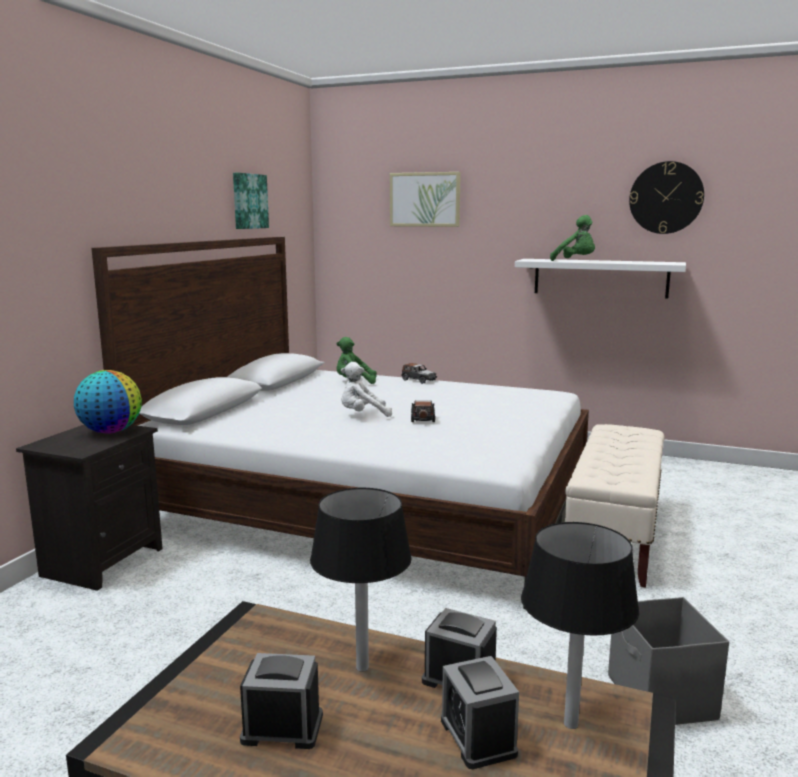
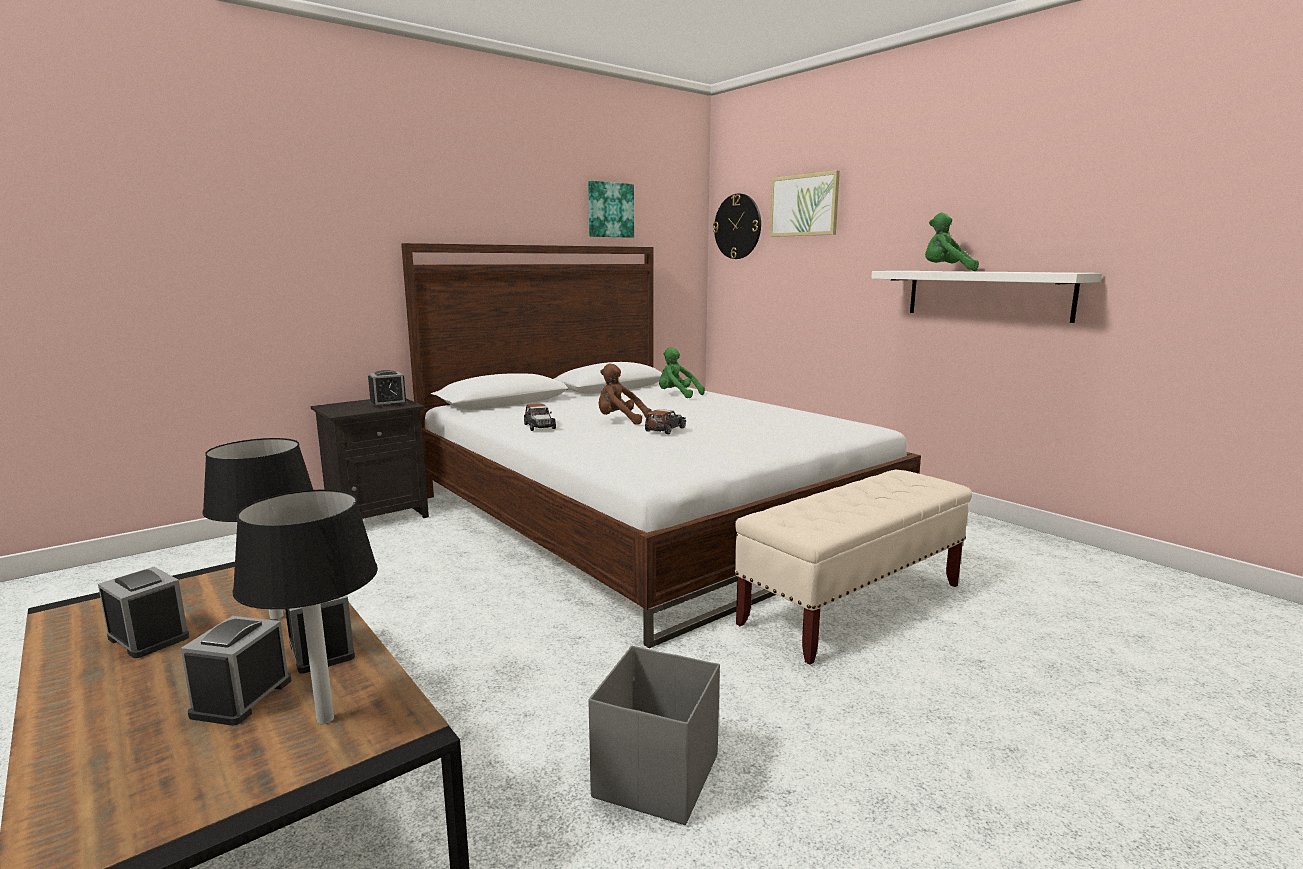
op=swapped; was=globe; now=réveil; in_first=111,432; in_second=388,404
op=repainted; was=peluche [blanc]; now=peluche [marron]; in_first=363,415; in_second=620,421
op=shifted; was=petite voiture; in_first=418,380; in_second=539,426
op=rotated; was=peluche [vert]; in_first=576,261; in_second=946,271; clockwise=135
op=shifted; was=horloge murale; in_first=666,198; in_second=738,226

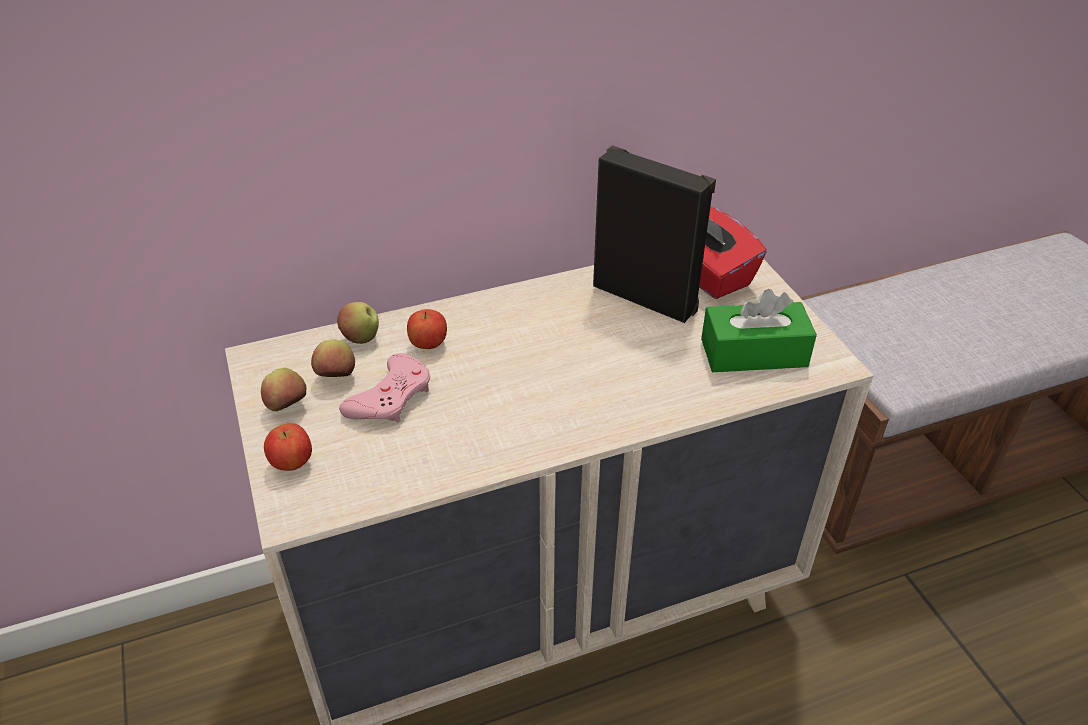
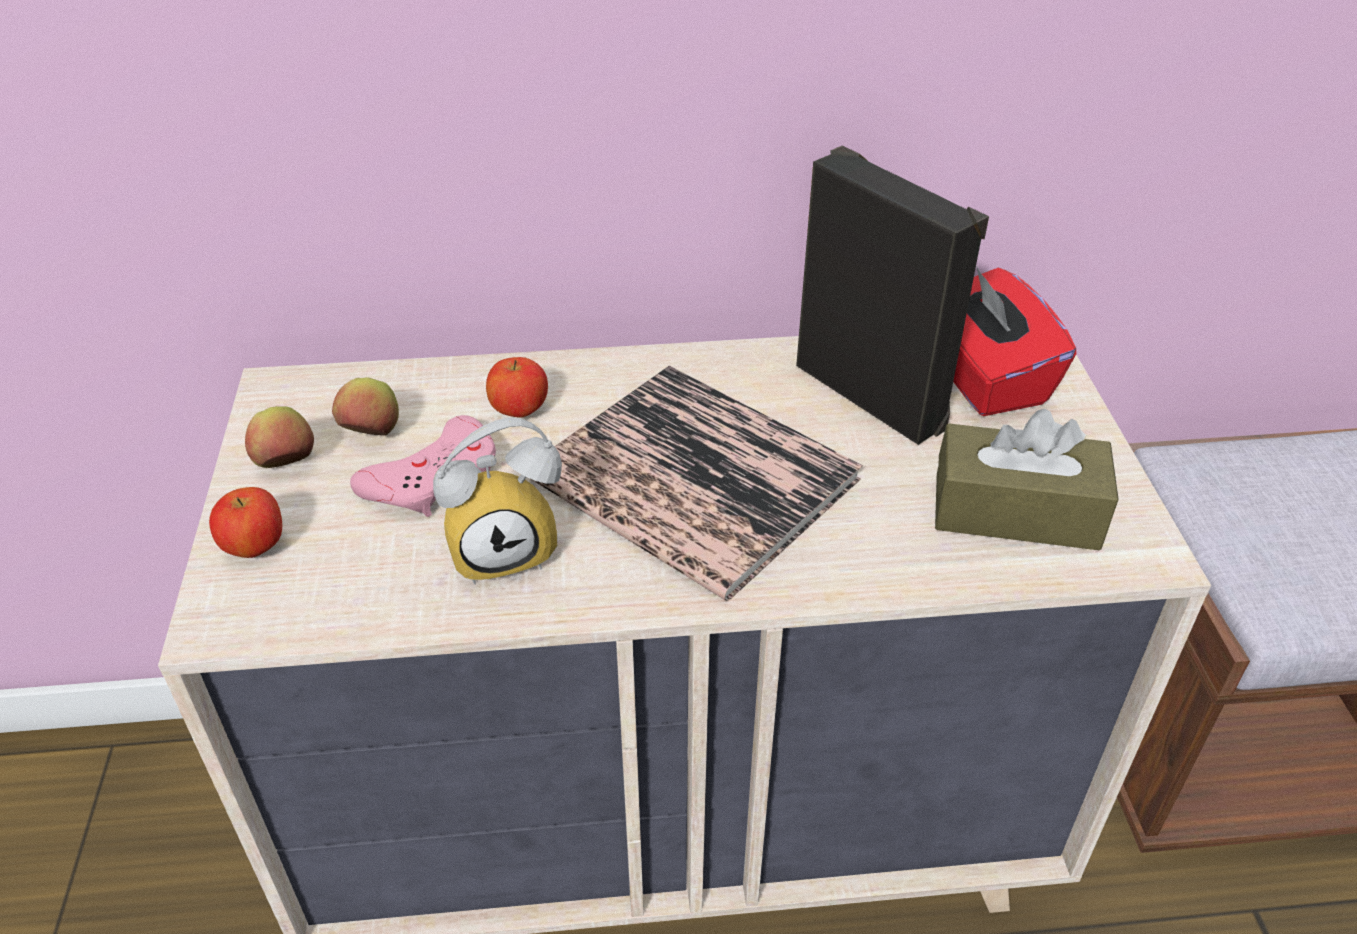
op=gone; was=pomme; in_first=361,338
op=repainted; was=boîte à mouchoirs [vert]; now=boîte à mouchoirs [marron]; in_first=753,353; in_second=1015,511
op=new; now=réveil; in_second=506,548
op=new; now=livre; in_second=693,480

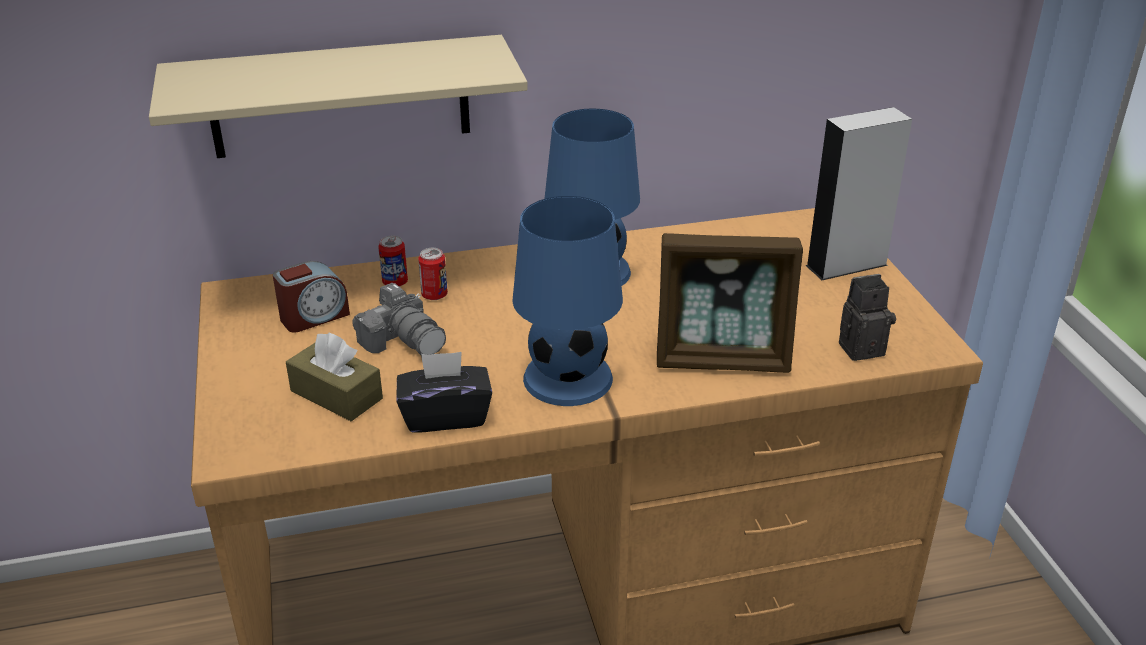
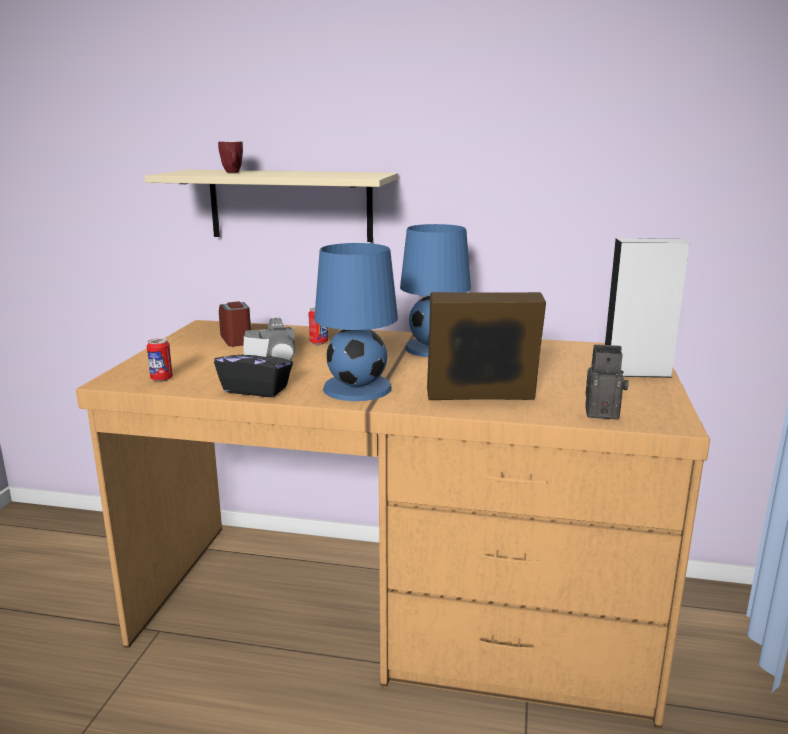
op=rotated; was=réveil; in_first=314,317; in_second=236,340; clockwise=-105
op=gone; was=boîte à mouchoirs [marron]; in_first=336,395
op=shifted; was=boîte métallique; in_first=395,283; in_second=161,379
op=rotated; was=cadre photo; in_first=722,359; in_second=480,399; clockwise=150
op=new; now=mug; in_second=233,172

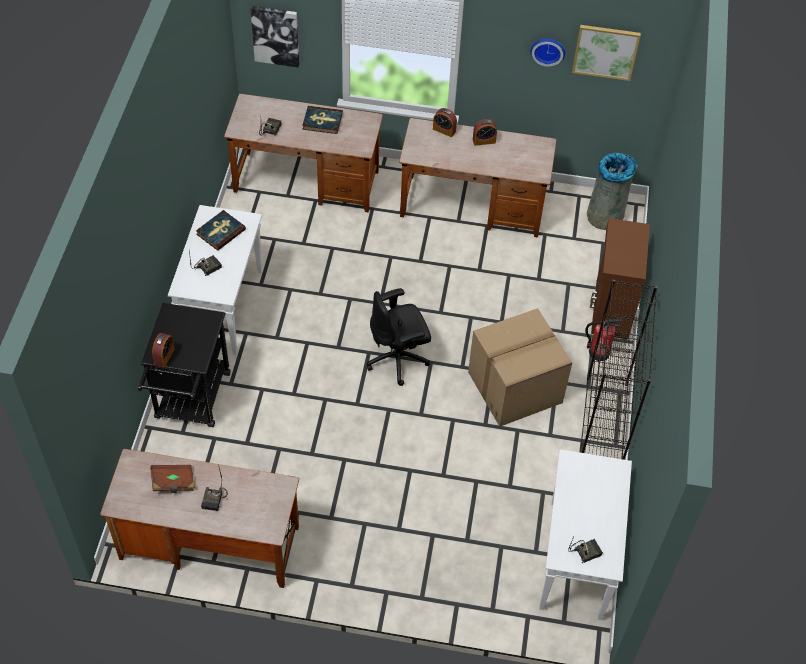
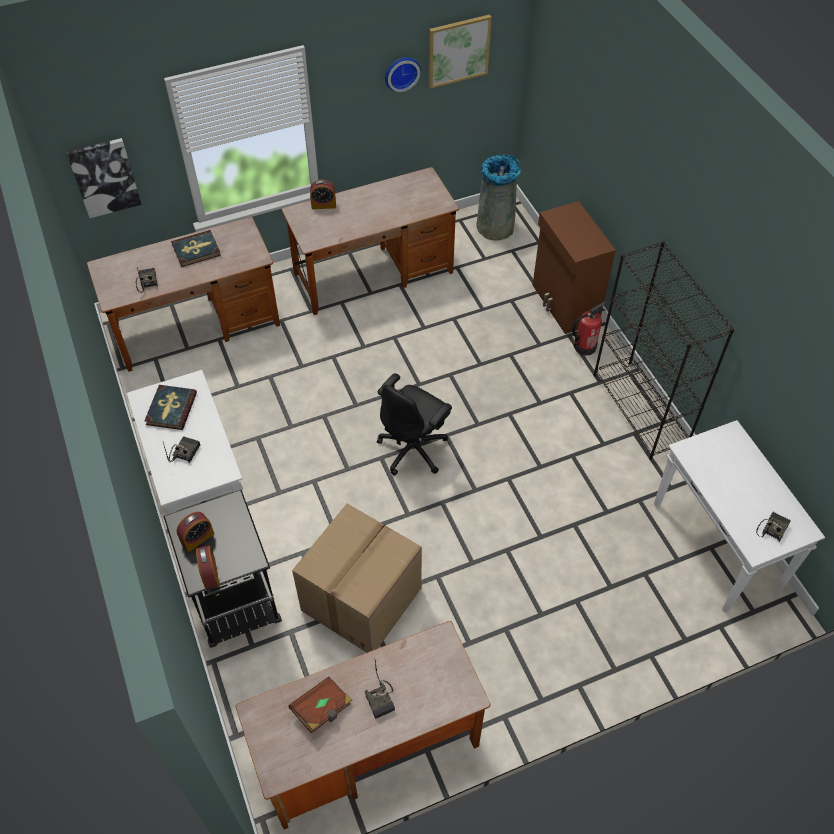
op=shifted; was=carton; in_first=514,388; in_second=362,601
op=shifted; was=réveil; in_first=484,141; in_second=197,538

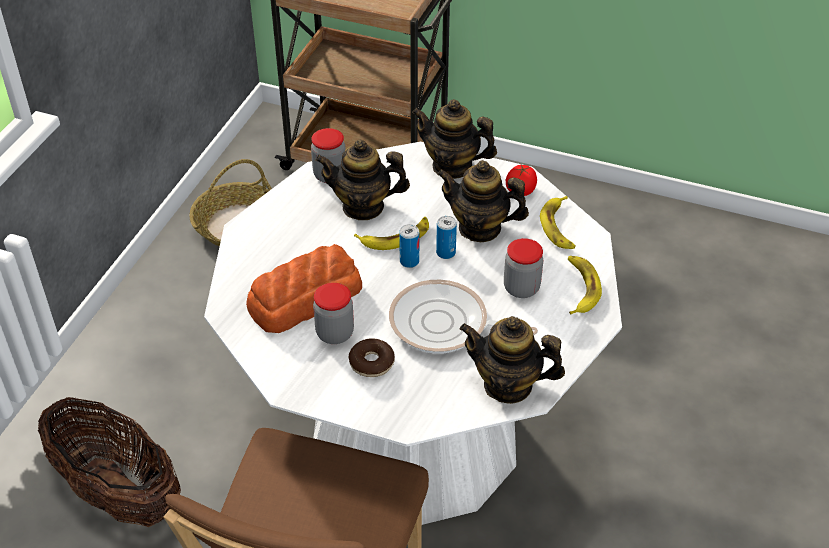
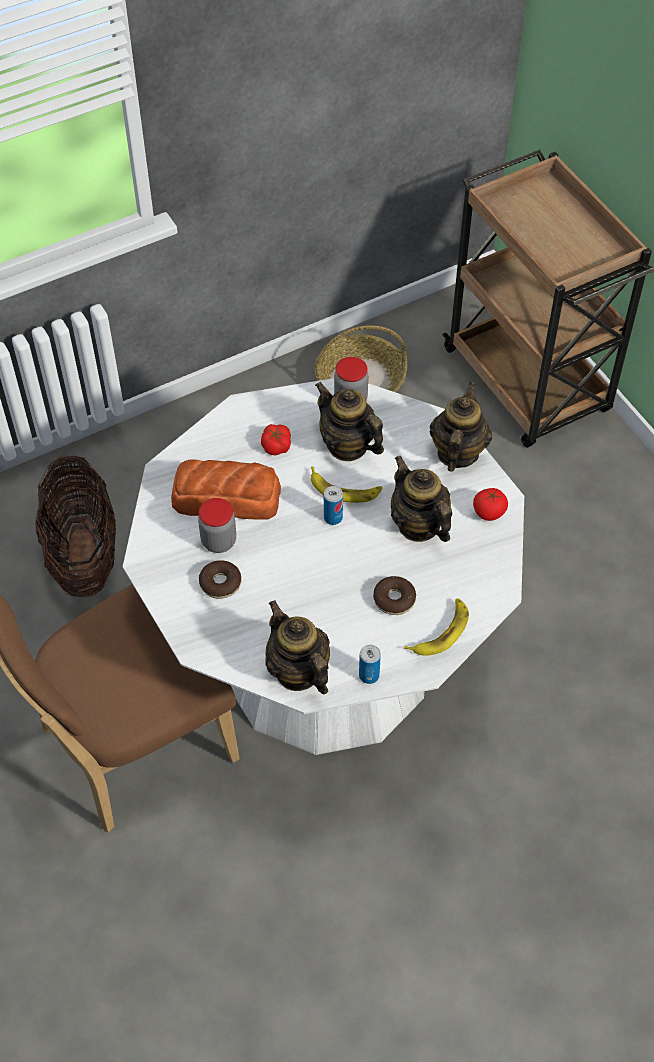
op=gone; was=poêle; in_first=444,325
op=rotated; was=théière; in_first=452,166; in_second=457,453; clockwise=45
op=shifted; was=boîte métallique; in_first=446,253; in_second=369,675
op=swapped; was=bocal; now=beignet; in_first=521,288; in_second=394,599
op=gone; was=banane; in_first=559,227
op=new; now=tomate; in_second=276,445

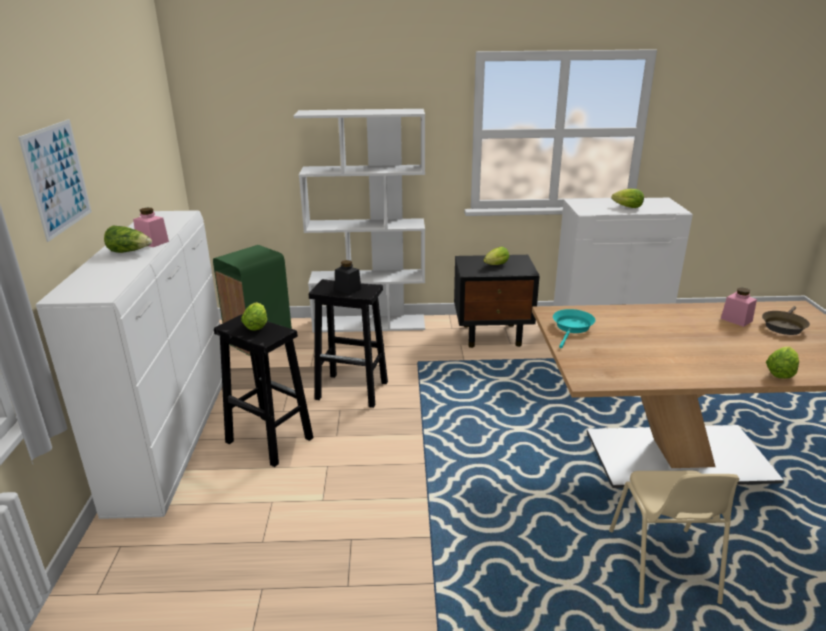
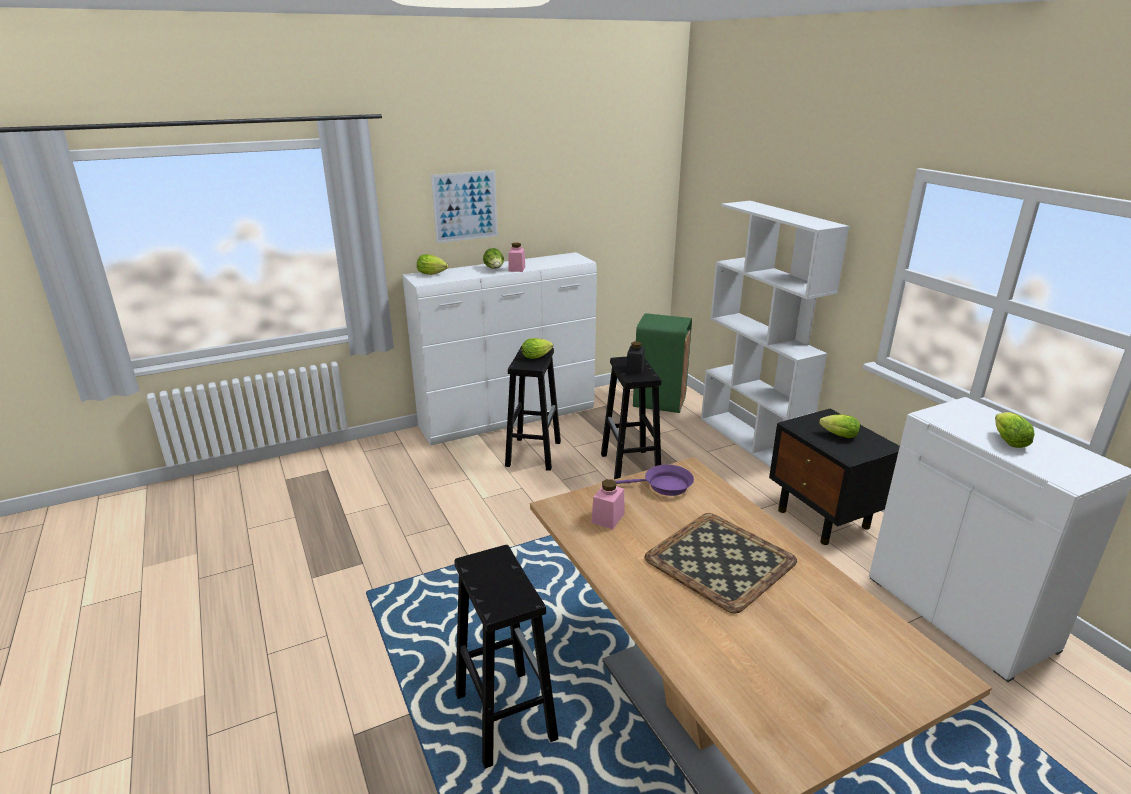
op=repainted; was=poêle [turquoise]; now=poêle [violet]; in_first=572,328; in_second=663,486
op=swapped; was=chaise [beige]; now=tabouret [noir]; in_first=662,566; in_second=504,715
op=shifted; was=bocal [rose]; in_first=736,320; in_second=608,518
op=gone; was=poêle [marron]; in_first=783,326
op=shifted; was=laitue; in_first=780,372; in_second=433,274
op=new; now=plateau; in_second=720,561

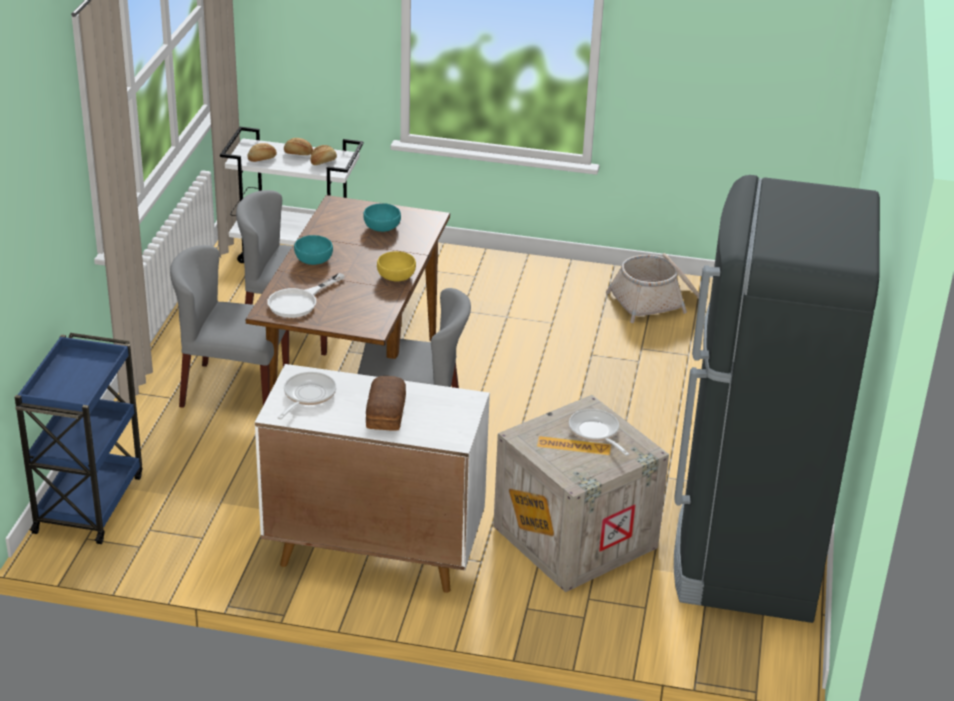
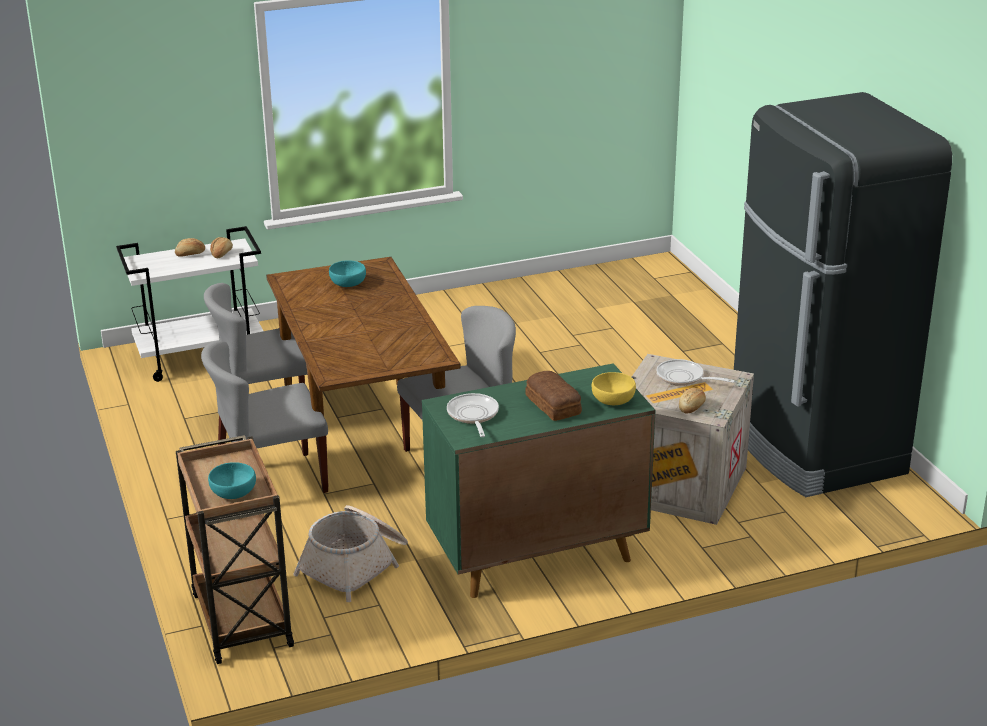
op=repainted; was=chariot [bleu]; now=chariot [marron]; in_first=89,502; in_second=241,618
op=shifted; was=pain; in_first=262,159; in_second=692,407
op=repainted; was=meuble de rangement [blanc]; now=meuble de rangement [vert]; in_first=372,551; in_second=535,556
op=gone; was=poêle [blanc]; in_first=299,301
op=shifted; was=bol [turquoise]; in_first=313,260; in_second=233,492
op=shifted; was=bol [jaune]; in_first=396,276; in_second=612,399
op=shifted; was=panier; in_first=656,301; in_second=356,565

